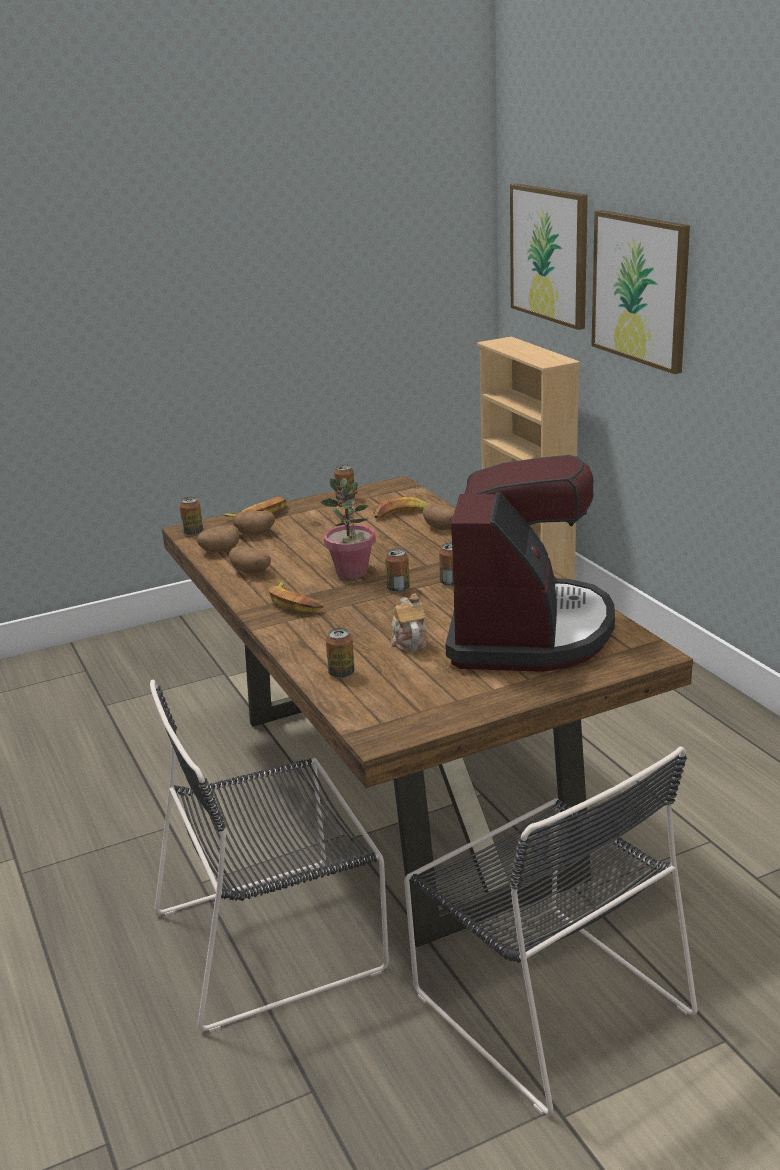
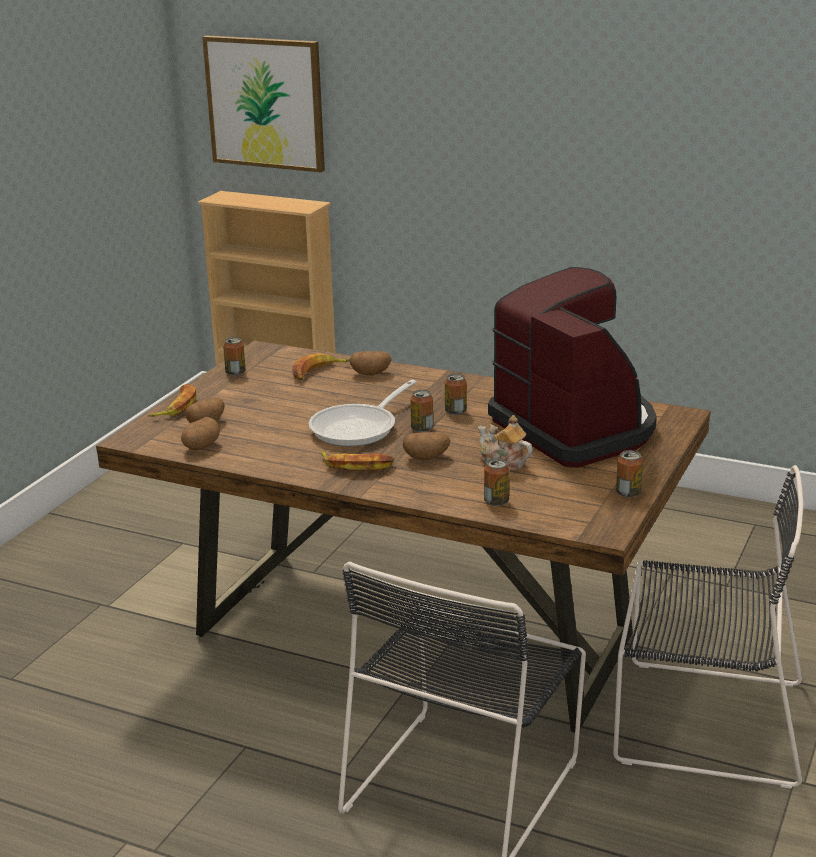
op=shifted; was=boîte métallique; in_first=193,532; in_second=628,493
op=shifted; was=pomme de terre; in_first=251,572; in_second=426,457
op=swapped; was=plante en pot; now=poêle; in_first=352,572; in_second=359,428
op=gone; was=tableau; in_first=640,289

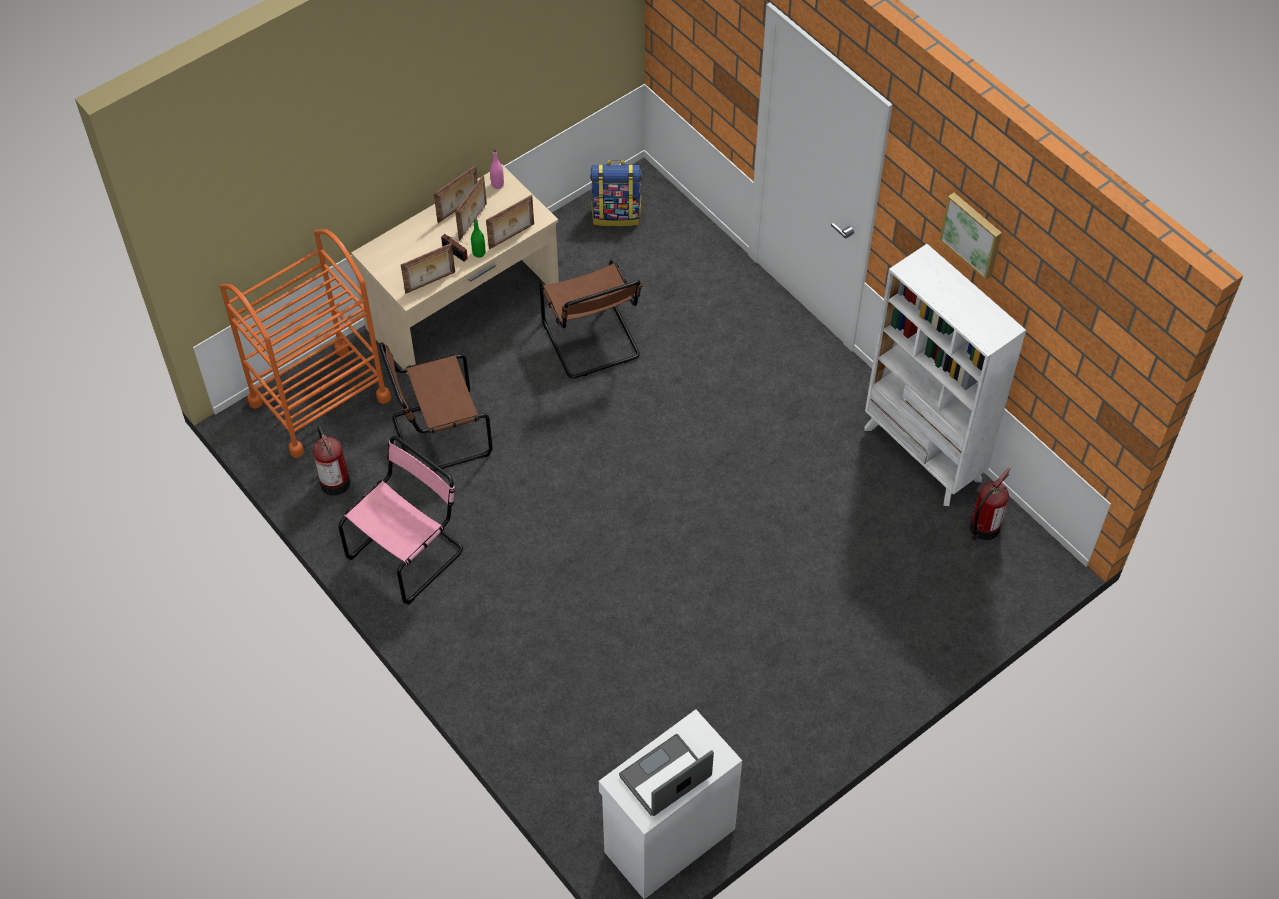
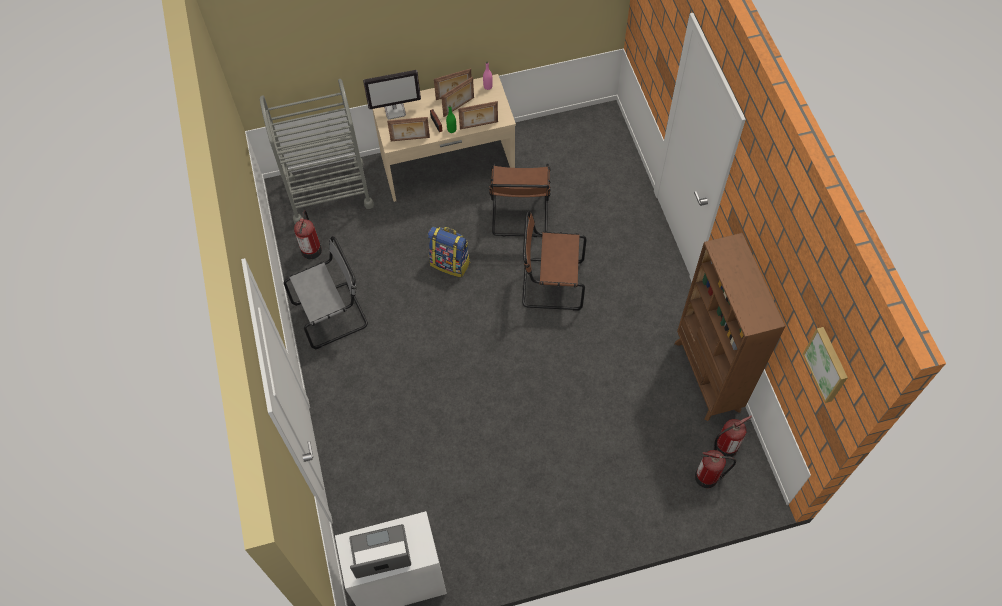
op=repainted; was=chariot [orange]; now=chariot [gris]; in_first=319,400; in_second=329,192
op=repainted; was=chaise [rose]; now=chaise [gris]; in_first=409,552; in_second=333,314
op=shifted; was=chaise [marron]; in_first=437,436; in_second=550,284
op=shifted; was=sac à dos; in_first=616,214; in_second=450,263
op=repainted; was=bibliothèque [blanc]; now=bibliothèque [marron]; in_first=922,455; in_second=707,376
op=shifted; was=tableau; in_first=972,234; in_second=827,364
op=new; now=écran d'ordinateur; in_second=395,110
op=new; now=extincteur; in_second=708,477

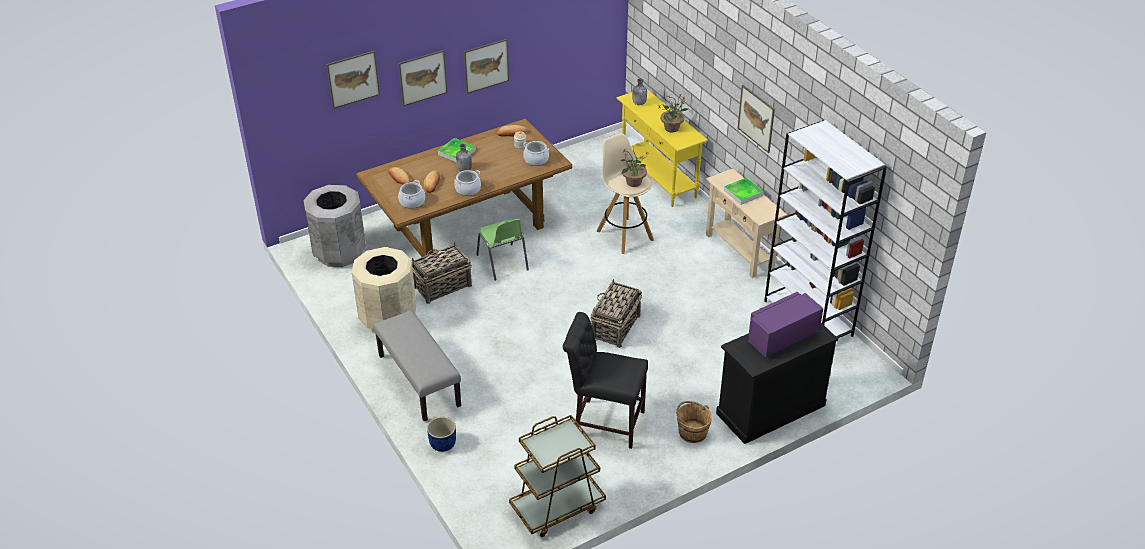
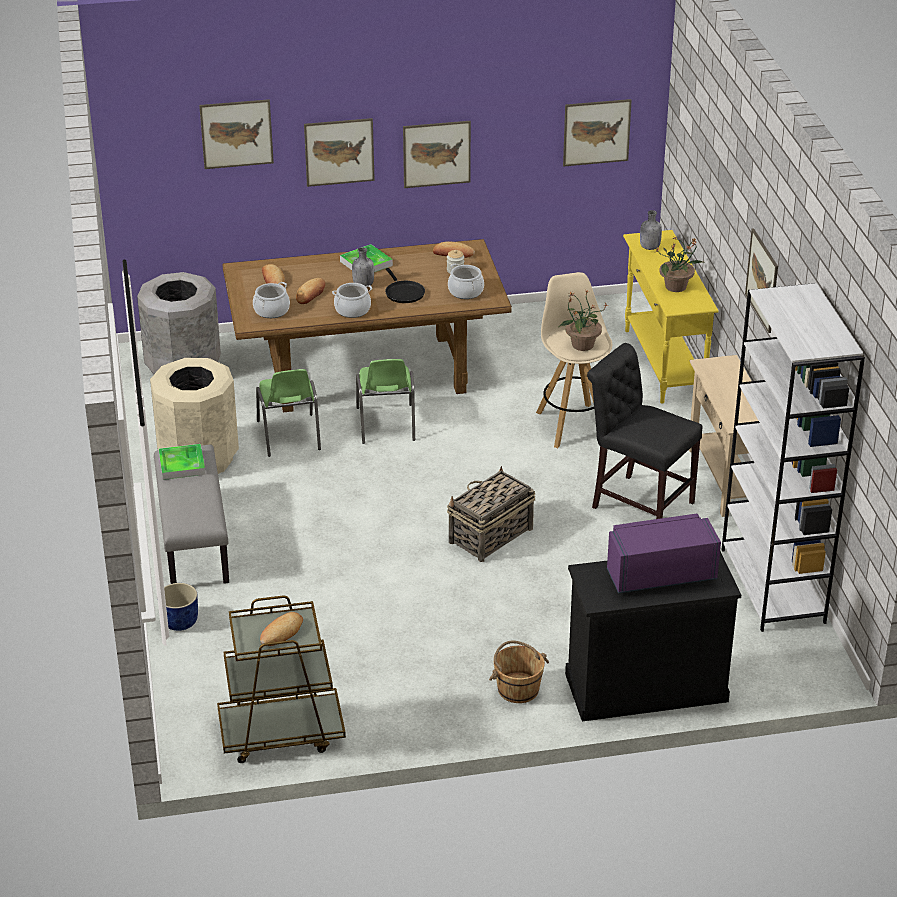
op=swapped; was=panier; now=chaise [vert]; in_first=442,286; in_second=289,436
op=shifted; was=chaise [noir]; in_first=604,422; in_second=638,502
op=shifted; was=plateau; in_first=743,193; in_second=182,465
op=new; now=pain; in_second=281,632
op=new; now=poêle [noir]; in_second=403,293
op=new; now=tableau; in_second=596,132

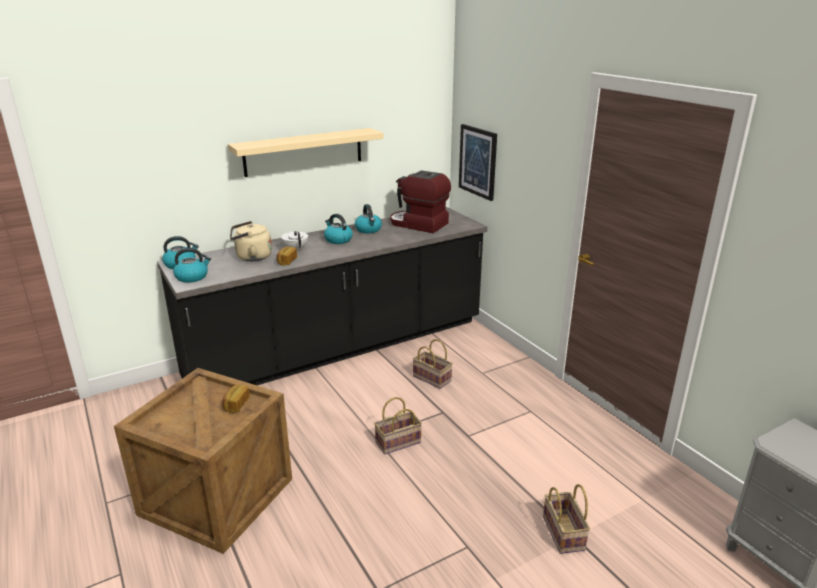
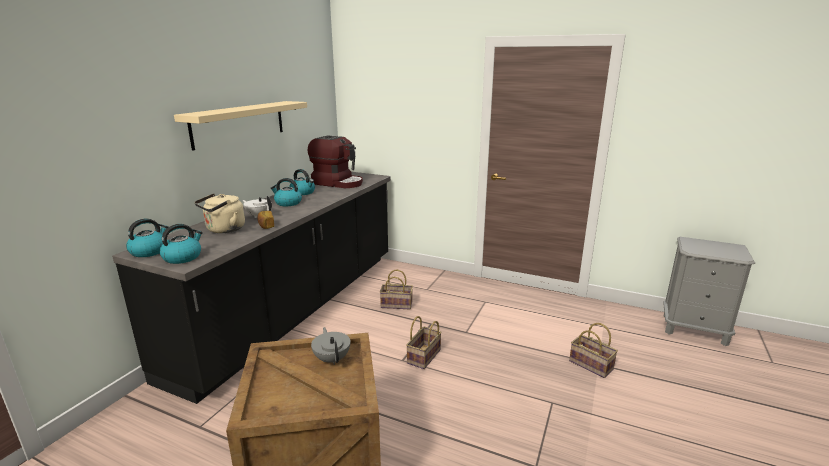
op=swapped; was=pain; now=théière [gris]; in_first=235,404; in_second=332,359
op=rotated; was=machine à café; in_first=418,224; in_second=338,183; clockwise=-150
op=gone; was=tableau; in_first=478,161

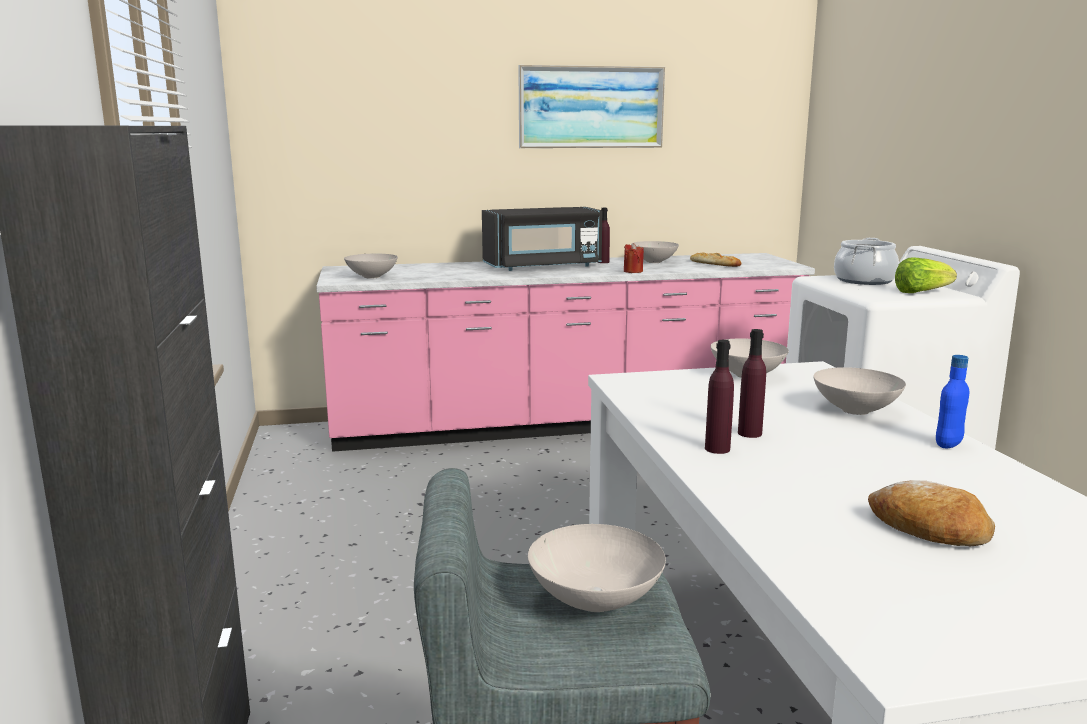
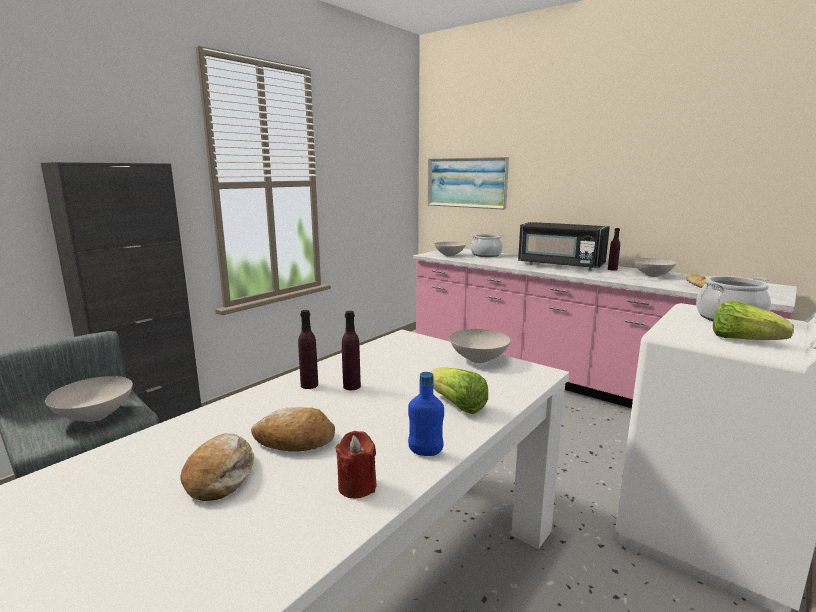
op=shifted; was=tableau; in_first=591,107; in_second=466,182
op=shifted; was=bougie [rouge]; in_first=633,271; in_second=357,486
op=swapped; was=bol [blanc]; now=laitue; in_first=856,411; in_second=457,405
op=new; now=pain; in_second=295,440
op=new; now=marmite; in_second=486,255

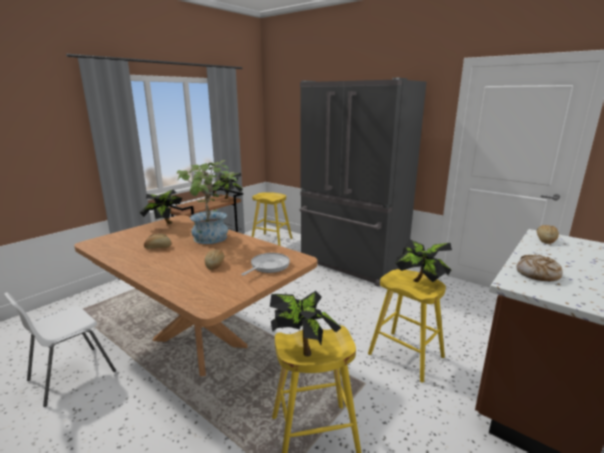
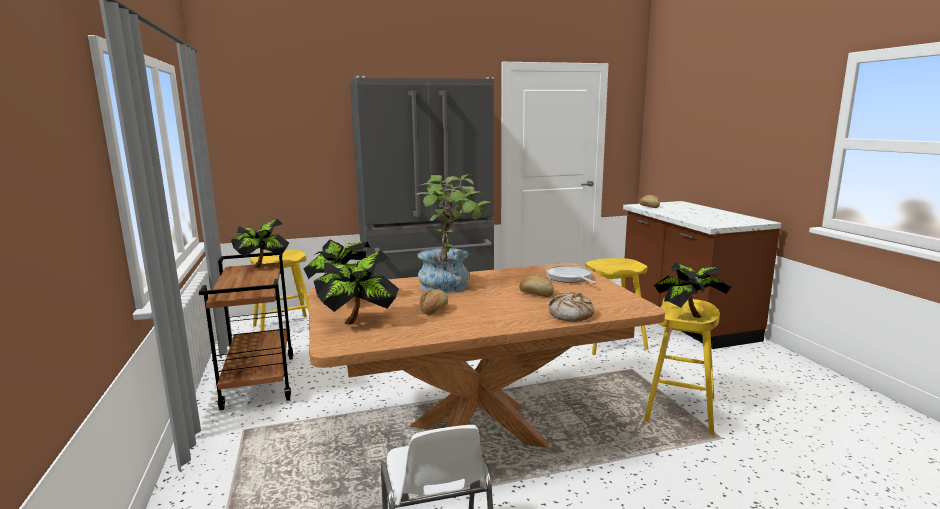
op=shifted; was=plante en pot; in_first=421,283; in_second=359,322
op=shifted; was=pain; in_first=537,274; in_second=570,315

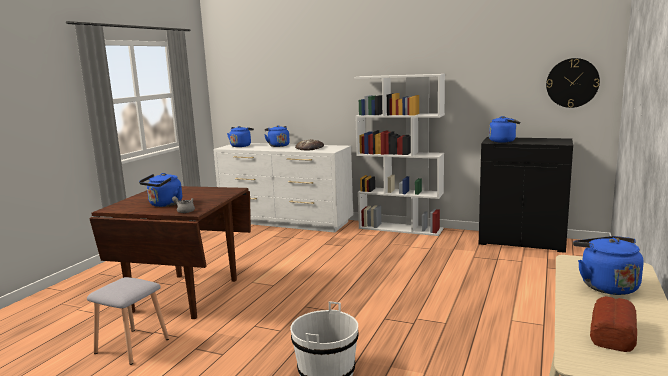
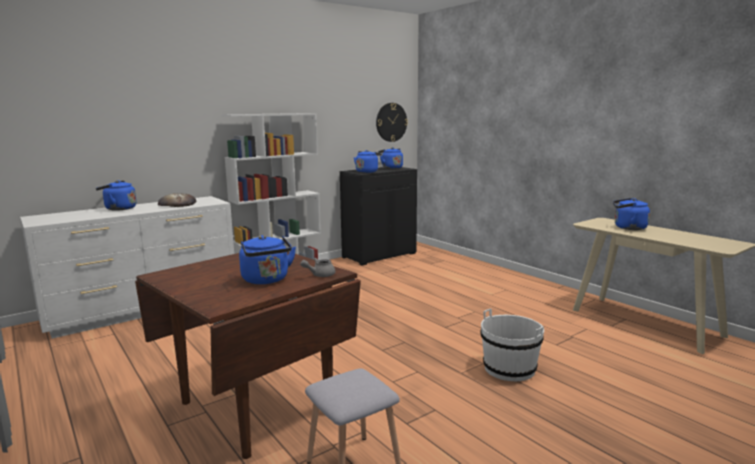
op=shifted; was=bouilloire [bleu]; in_first=241,146; in_second=391,168
op=gone; was=pain; in_first=613,332

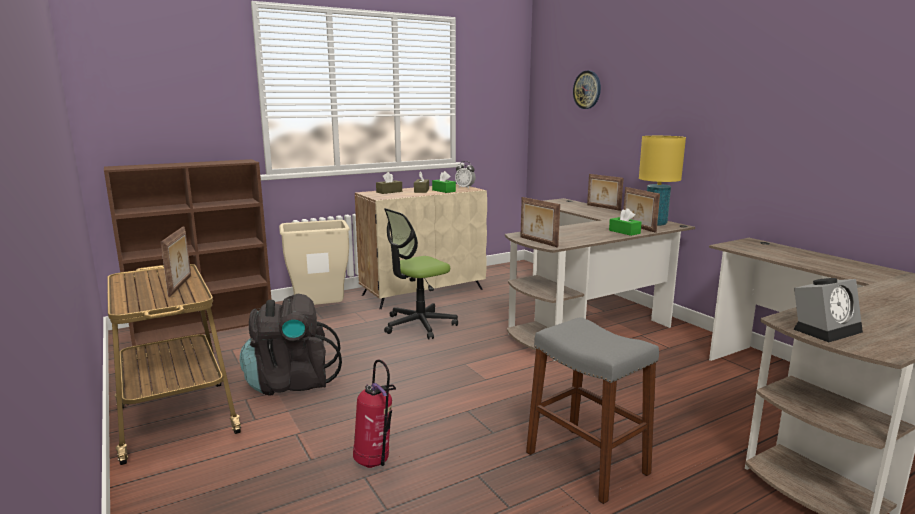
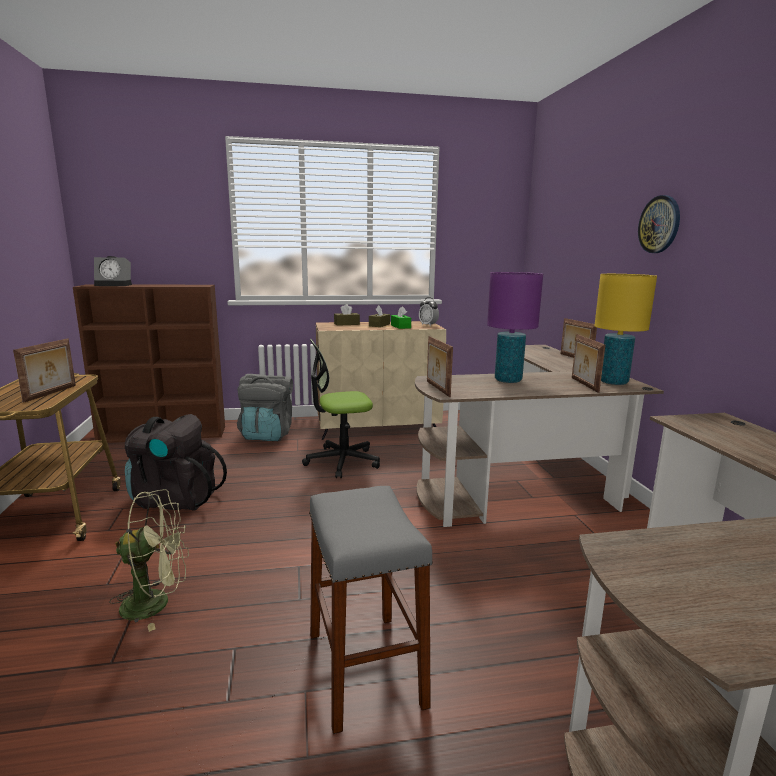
op=swapped; was=poubelle [beige]; now=sac à dos [gris]; in_first=320,312; in_second=267,435
op=swapped; was=extincteur; now=ventilateur [vert]; in_first=375,462; in_second=156,603
op=shifted; was=horloge murale; in_first=587,89; in_second=659,224
op=gone; was=boîte à mouchoirs [vert]; in_first=624,232
op=shifted; was=réveil; in_first=825,329; in_second=115,285
op=new; now=lampe de table [violet]; in_second=508,380

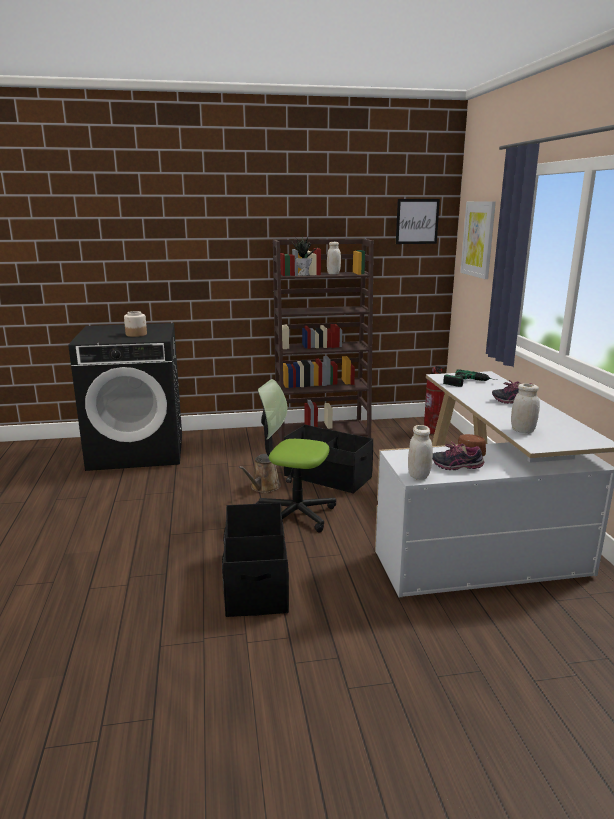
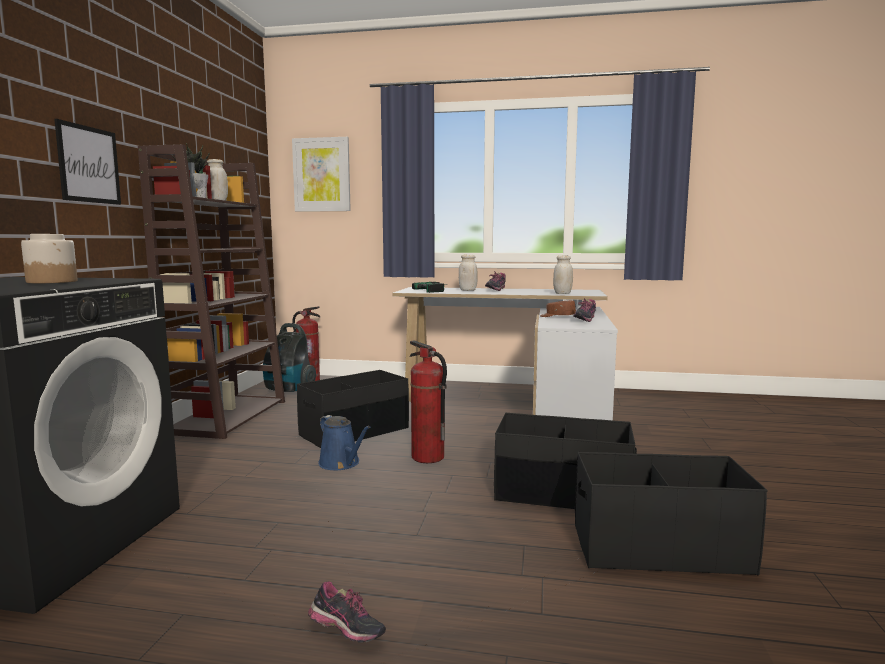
op=repainted; was=arrosoir [marron]; now=arrosoir [bleu]; in_first=263,487; in_second=341,463
op=swapped; was=chaise de bureau; now=extincteur; in_first=295,514; in_second=427,457
op=shifted; was=tableau; in_first=417,221; in_second=88,164
op=shifted; was=bocal [blanc]; in_first=418,476; in_second=468,290
op=new; now=aspirateur; in_second=288,390
op=new; now=chaussure; in_second=346,633
op=new; now=boîte de rangement [noir]; in_second=659,548

